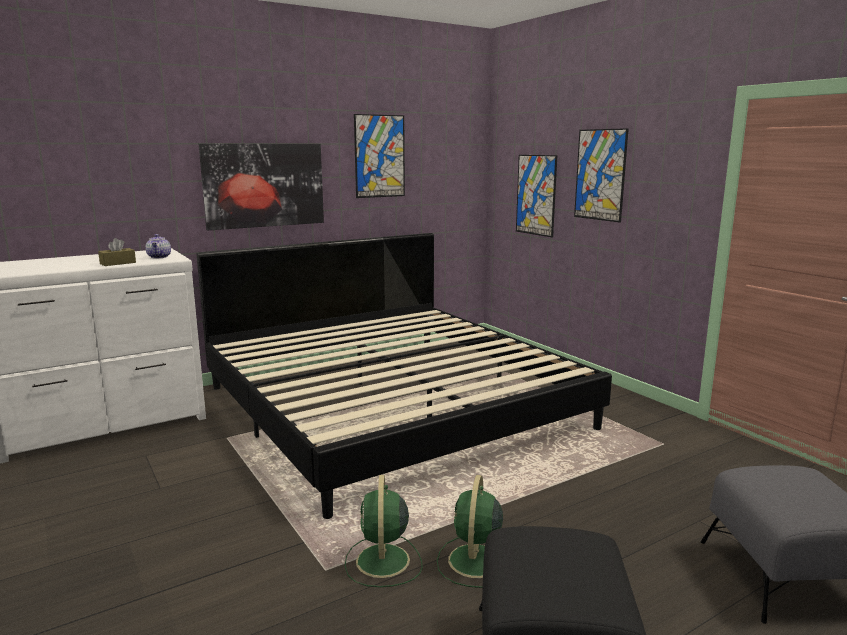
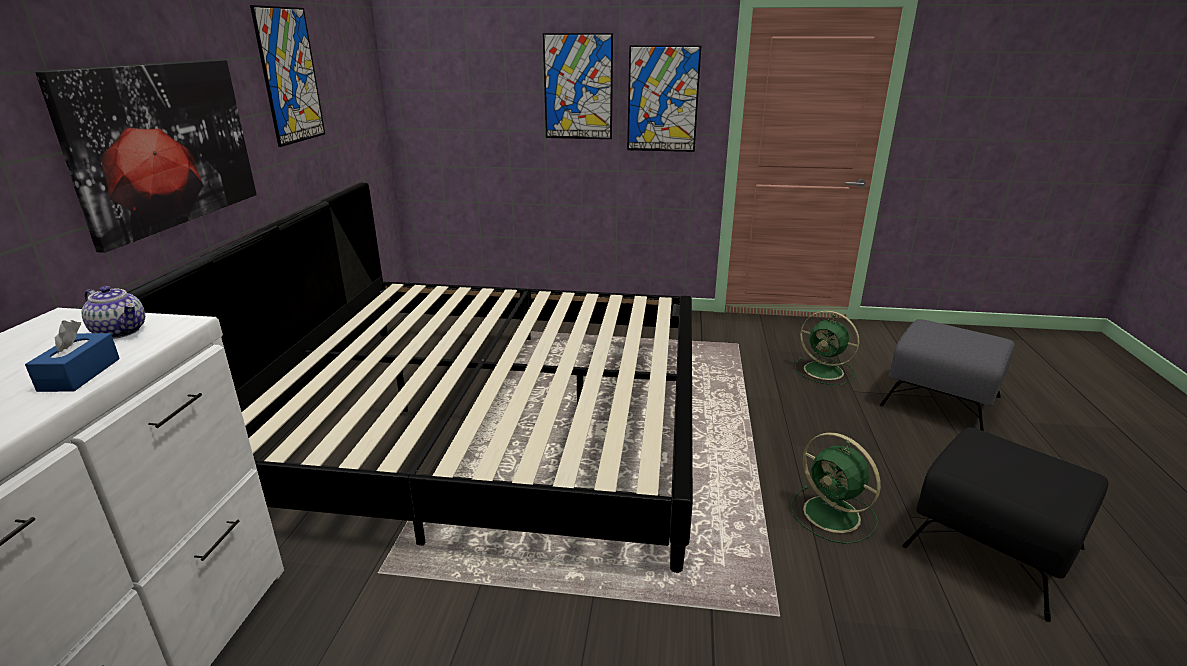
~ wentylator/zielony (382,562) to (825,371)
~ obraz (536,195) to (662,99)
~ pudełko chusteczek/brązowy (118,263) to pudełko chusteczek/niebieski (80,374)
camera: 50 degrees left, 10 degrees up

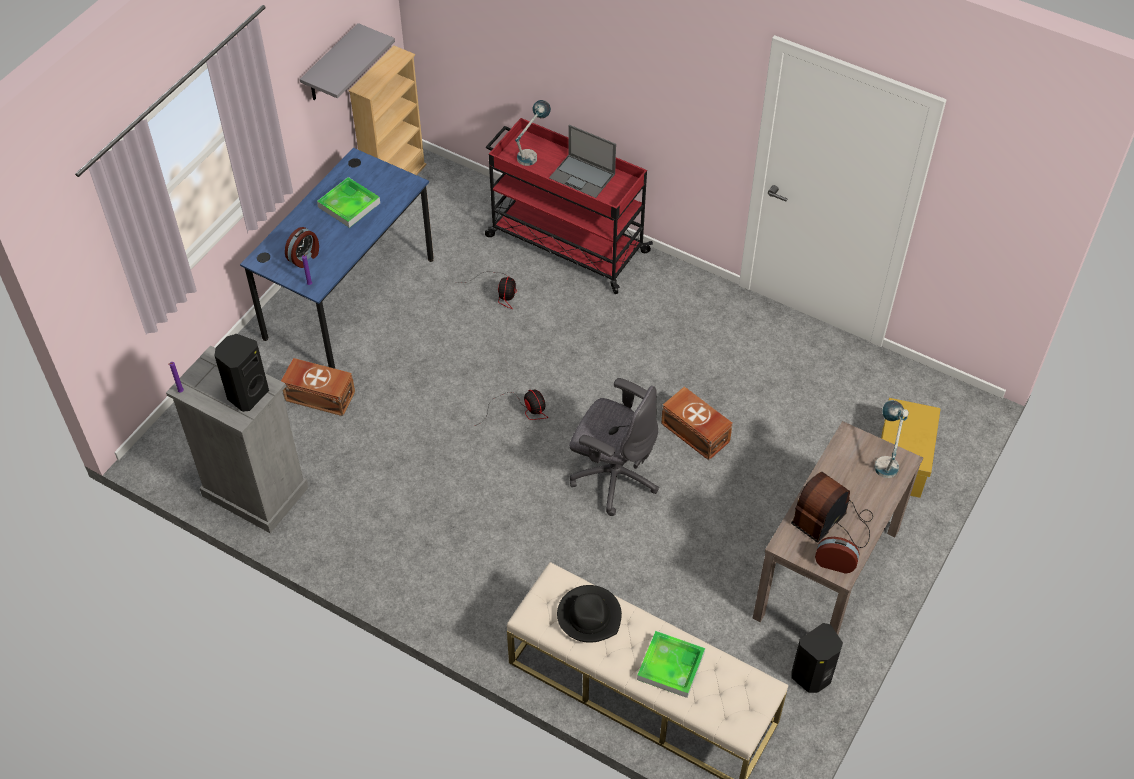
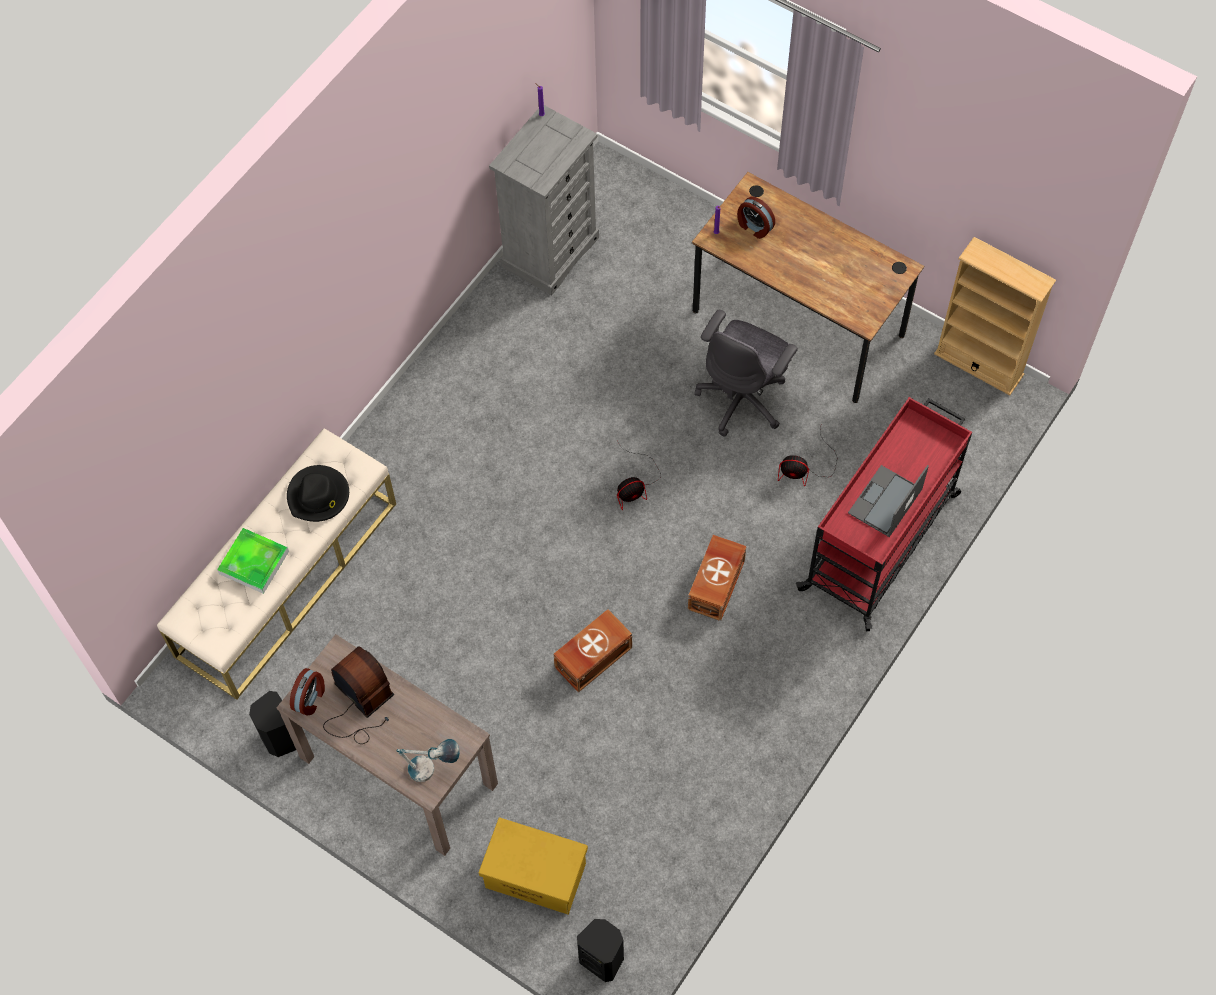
- półka/szary (331,65)
- taca (349,205)
- lampa stołowa (532,153)
~ głośnik/czarny (247,394) to (603,959)
~ pojemnik do przechowywania/brązowy (319,395) to (717,584)
~ krzesło biurowe/szary (613,476) to (743,398)
~ biurko/niebieski (349,298) to biurko/brązowy (798,323)
camera: 95 degrees right, 10 degrees up

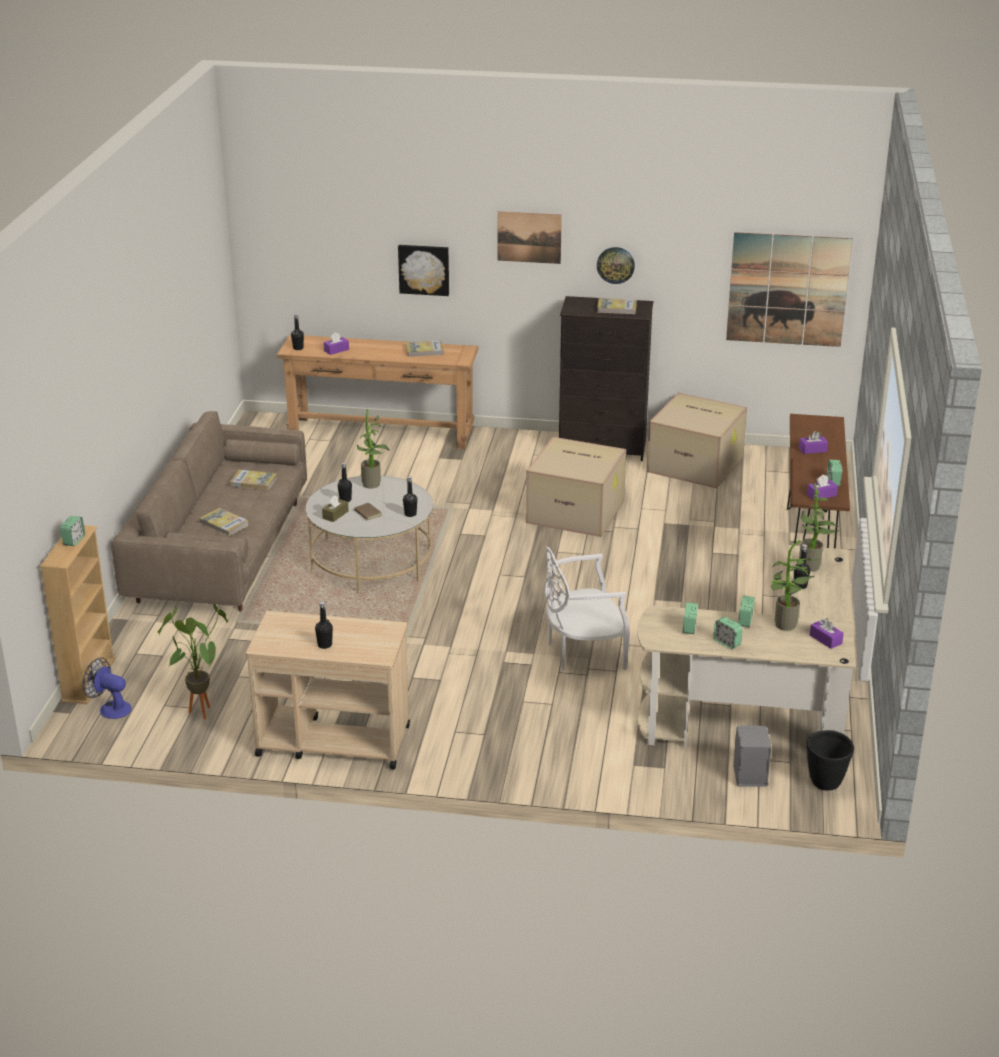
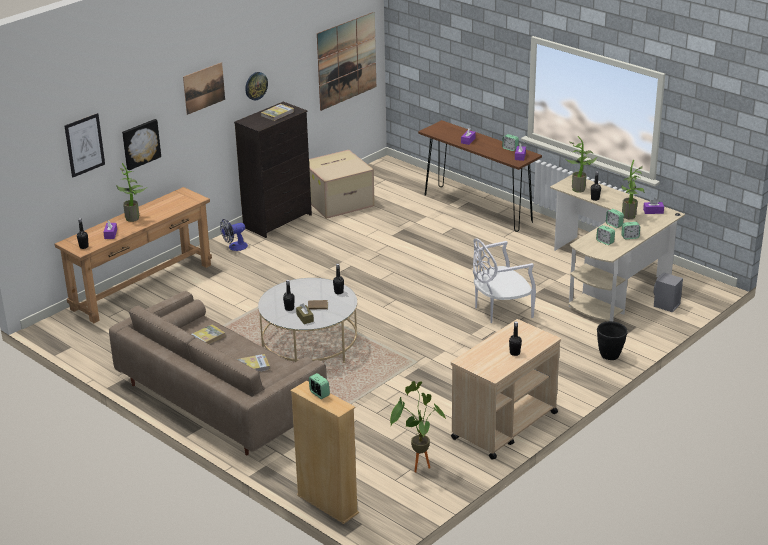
- książka (425,351)
- karton (577,511)
+ obraz (84,145)
~ wentylator (110,708) to (234,247)
~ roślina doniczkowa (374,484) to (134,218)
~ donica/czarny (825,783) to (610,356)
~ krzesło/biały (583,652) = (500,310) 45 degrees clockwise
camera: 55 degrees left, 0 degrees up

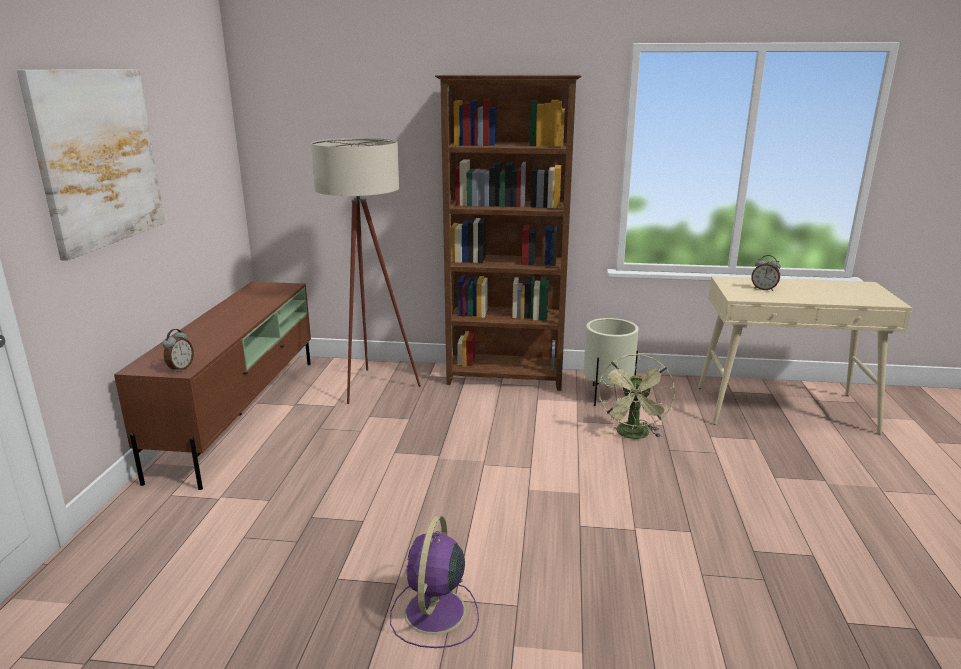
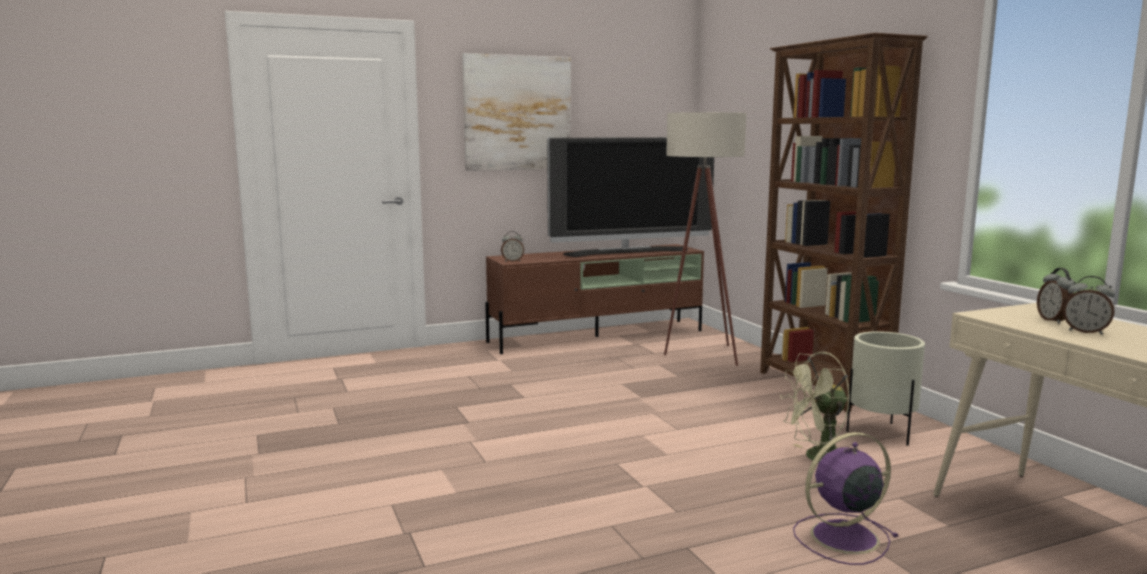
+ telewizor (628,252)
+ budzik (1085,332)
~ wentylator/fioletowy (434,613) to (841,538)
camera: 60 degrees right, 10 degrees down

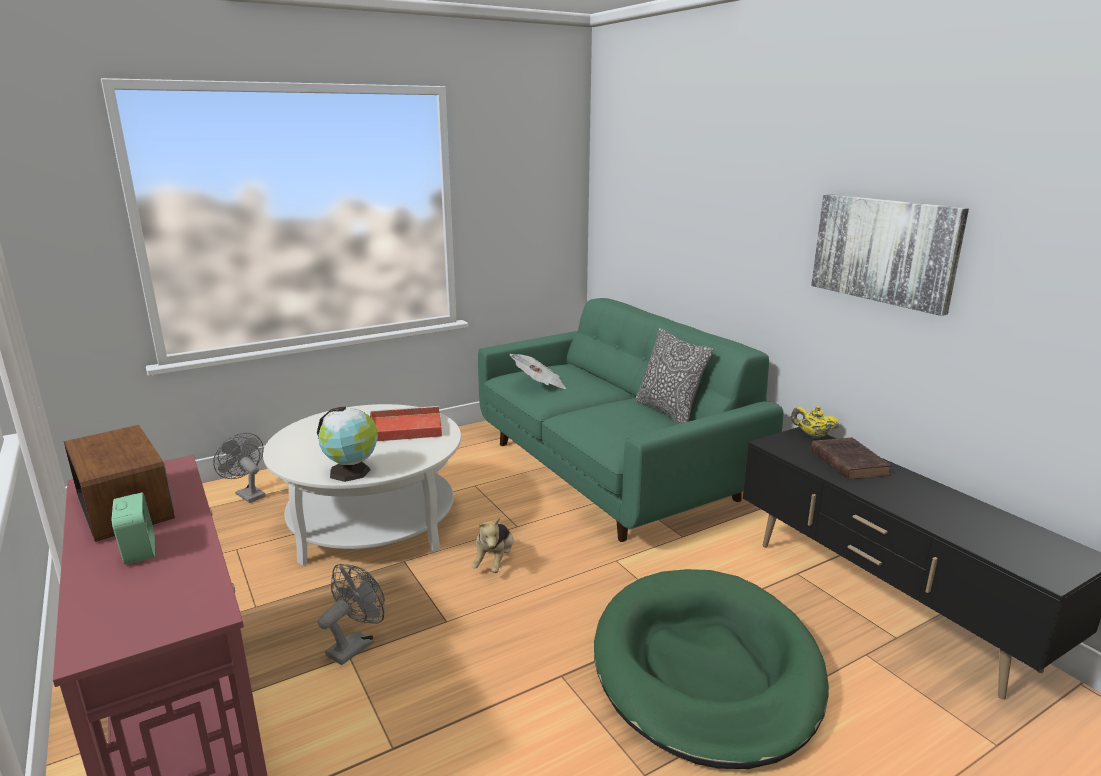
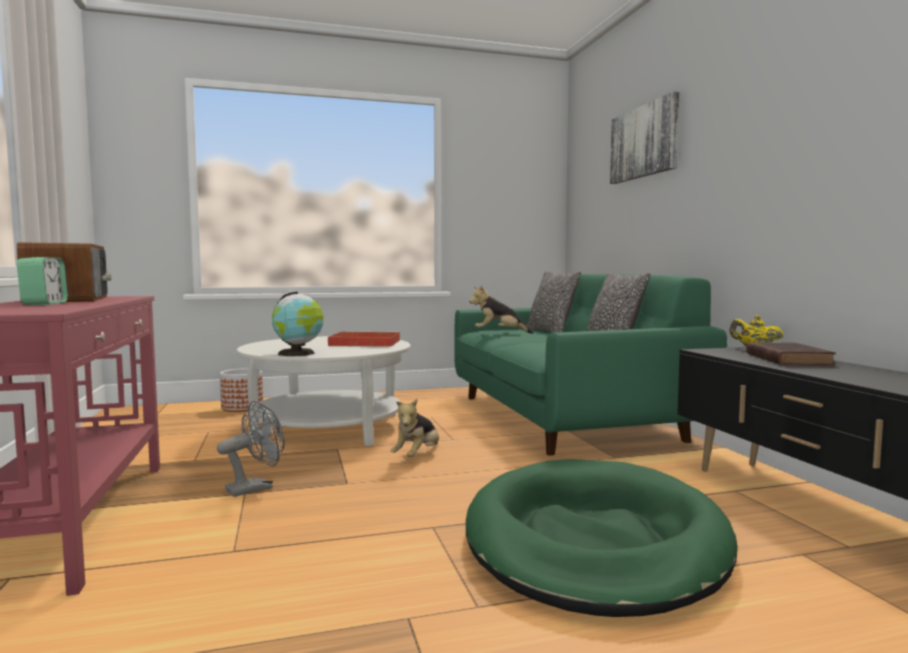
+ poduszka (551,332)
~ obraz (884,250) to (644,142)
~ wentylator/szary (247,494) to donica (242,407)
~ gazeta (539,385) to pluszak (499,333)
camera: 15 degrees right, 15 degrees down

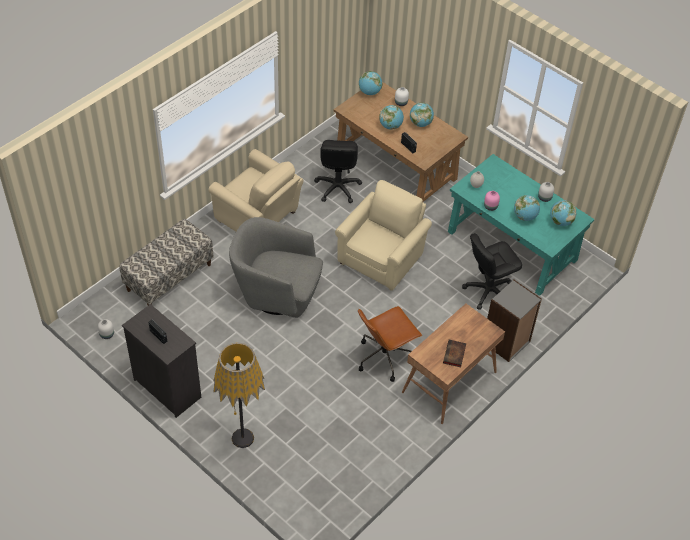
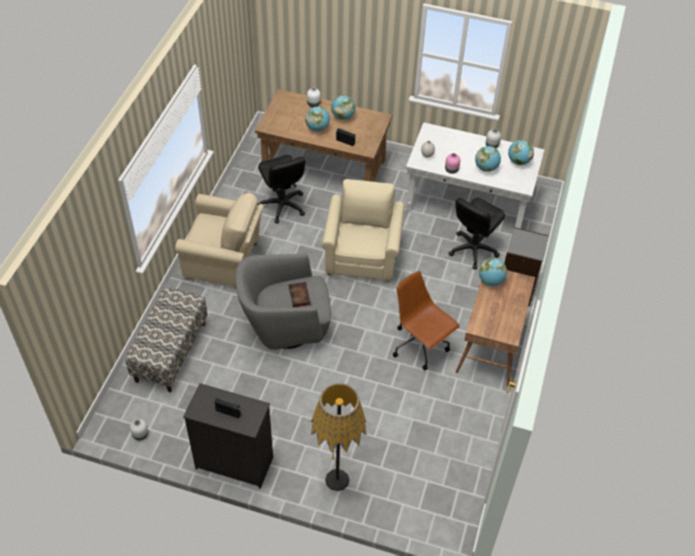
~ globus (370,92) to (491,281)
~ książka (454,355) to (300,296)
~ biurko/turkusowy (512,246) to biurko/biały (468,202)
~ krzesło biurowe/brązowy (384,357) = (420,346) 105 degrees clockwise
camera: 25 degrees left, 0 degrees up

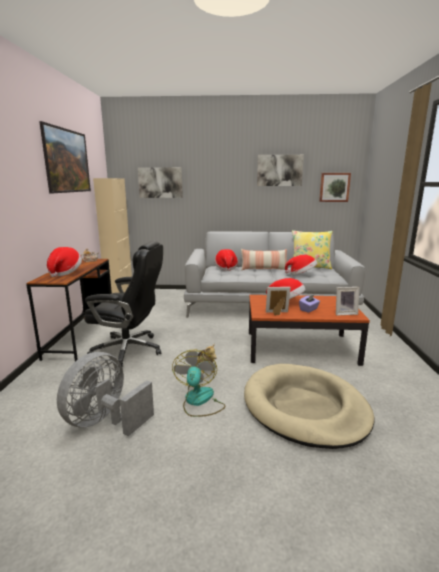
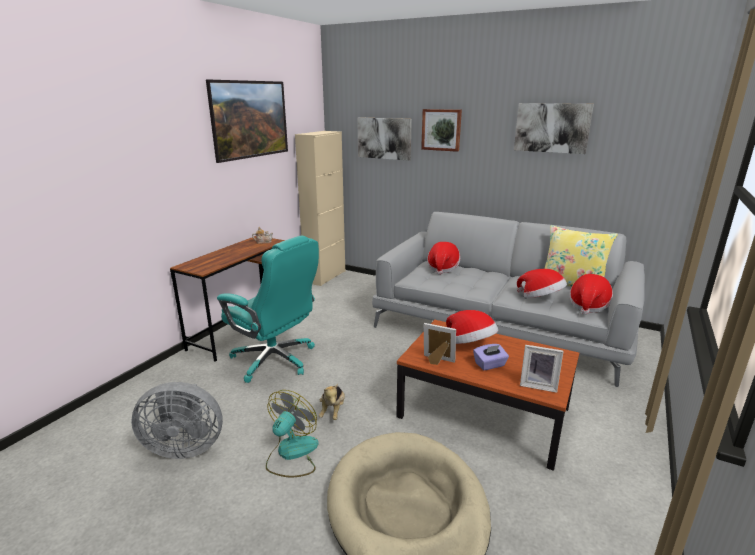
- poduszka (263,269)
~ kapelusz (64,272) to (588,305)
~ obraz (334,187) to (441,129)
~ krzesło biurowe/czarny (129,350) to krzesło biurowe/turkusowy (275,360)
~ wentylator/szary (105,421) = (184,447) 150 degrees counterclockwise
camera: 25 degrees right, 5 degrees up

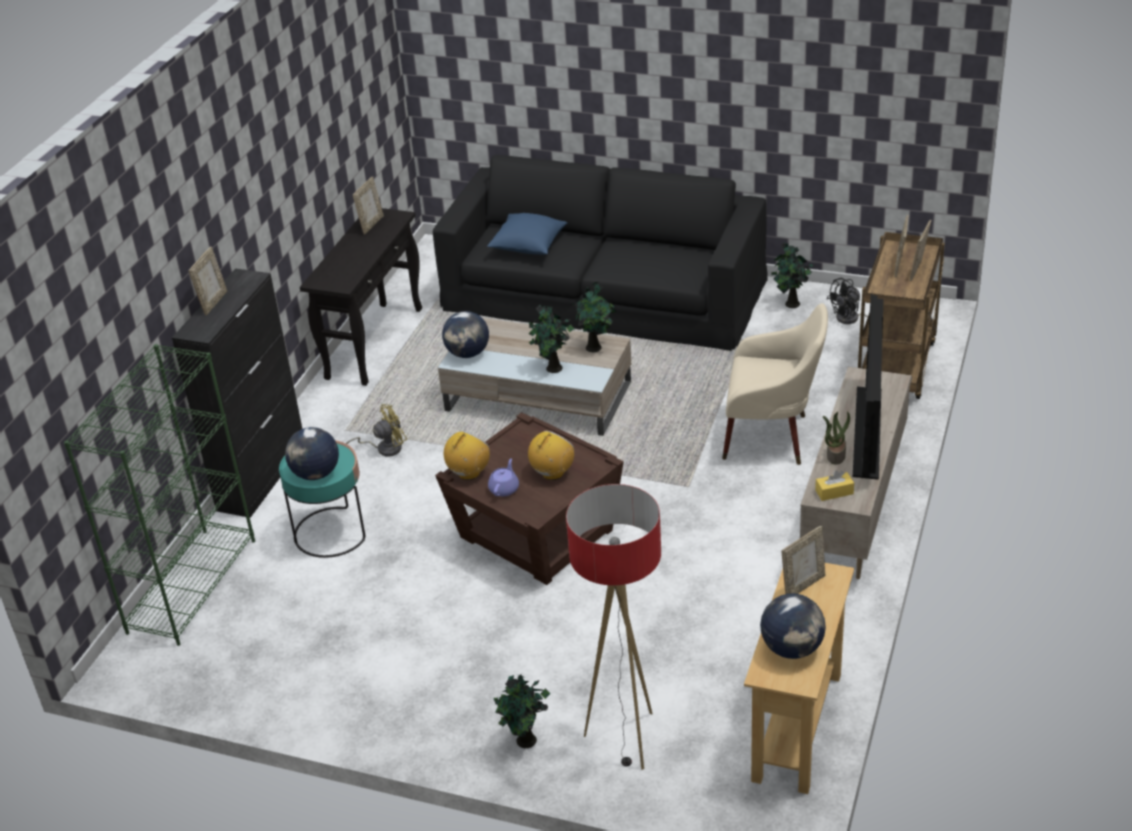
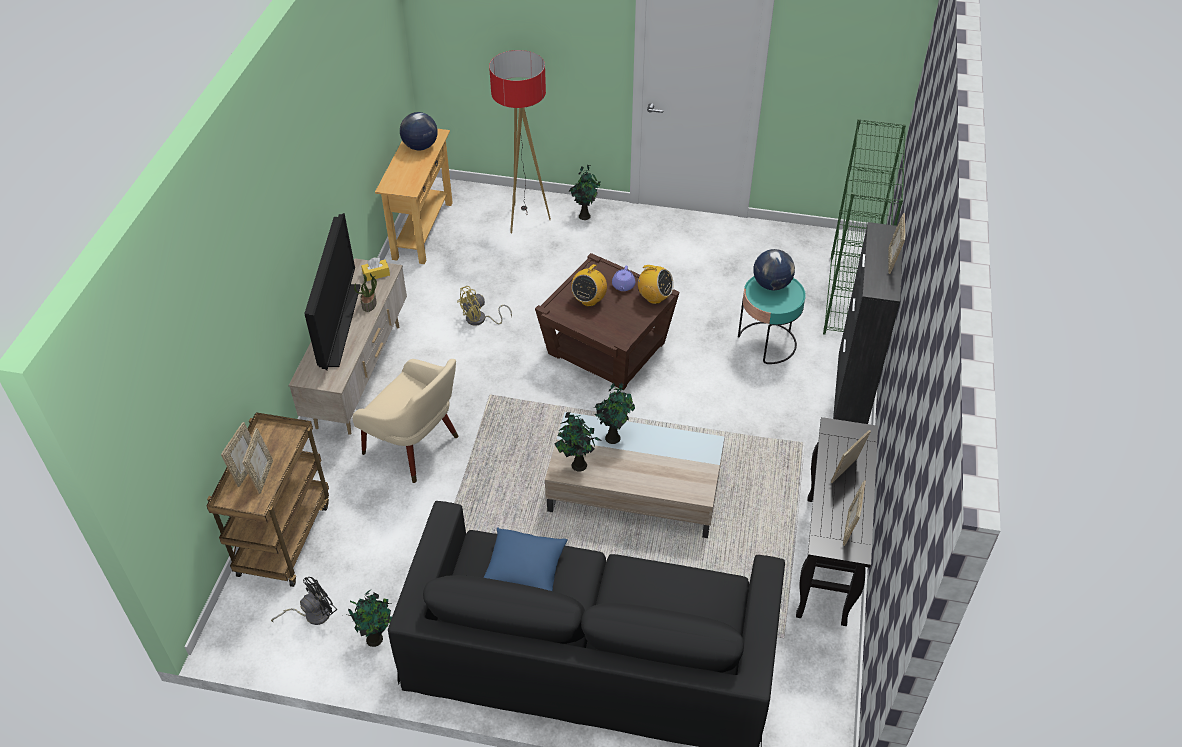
- globus (467,354)
~ wentylator/żółty (384,448) to (480,320)
~ poduszka/niebieski (528,246) to (524,571)
~ ramka na zdjęcie (803,585) to (846,472)
~ radio (469,473) = (654,298) 90 degrees counterclockwise
~ fotel/beżowy (772,437) = (416,448) 150 degrees counterclockwise
camera: 170 degrees right, 10 degrees up

